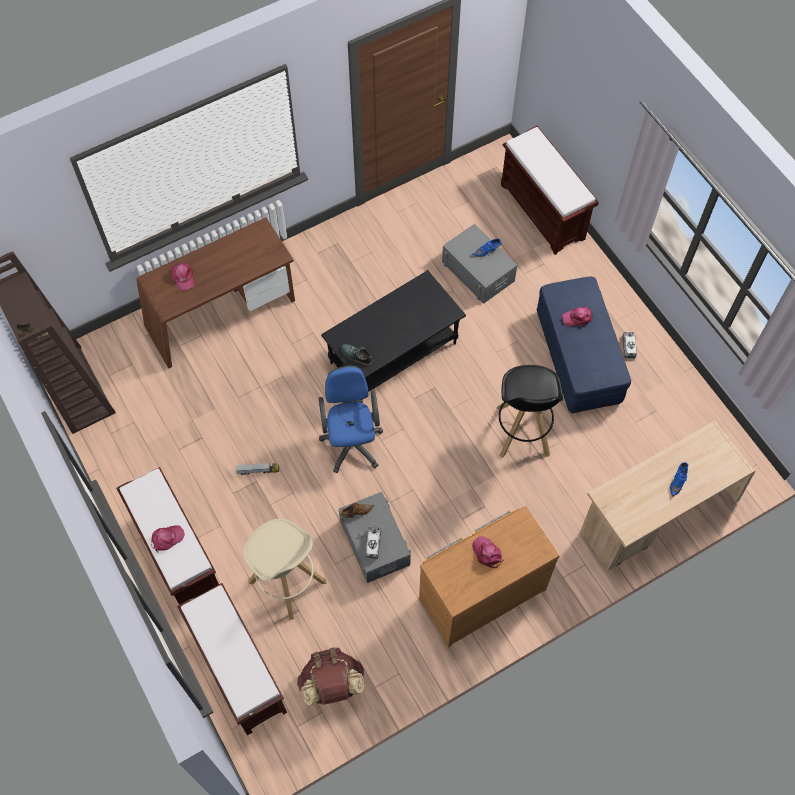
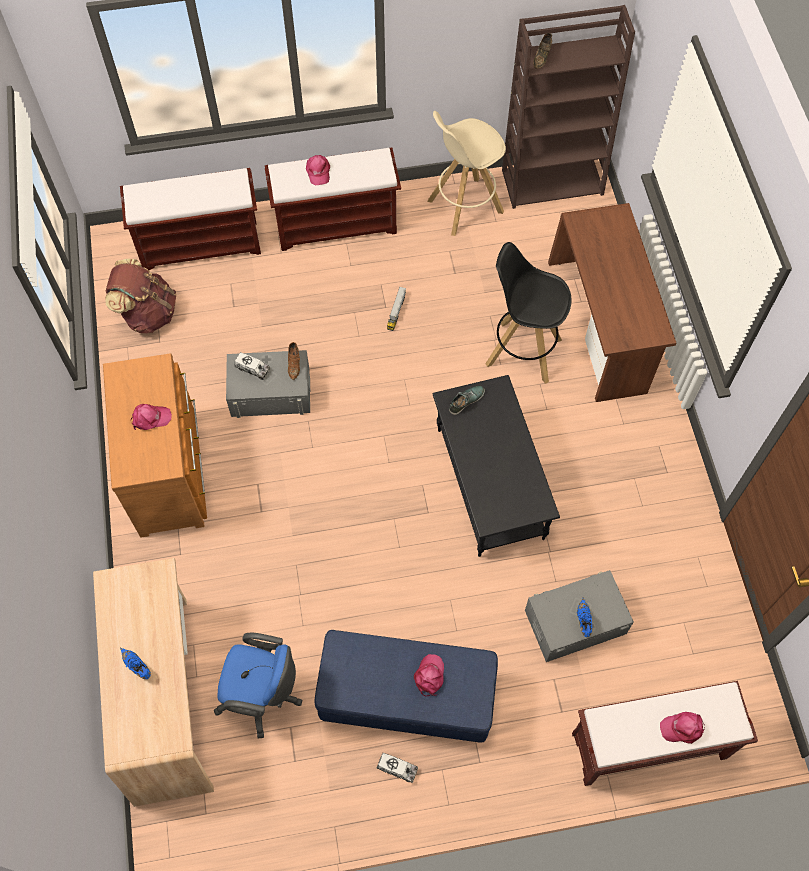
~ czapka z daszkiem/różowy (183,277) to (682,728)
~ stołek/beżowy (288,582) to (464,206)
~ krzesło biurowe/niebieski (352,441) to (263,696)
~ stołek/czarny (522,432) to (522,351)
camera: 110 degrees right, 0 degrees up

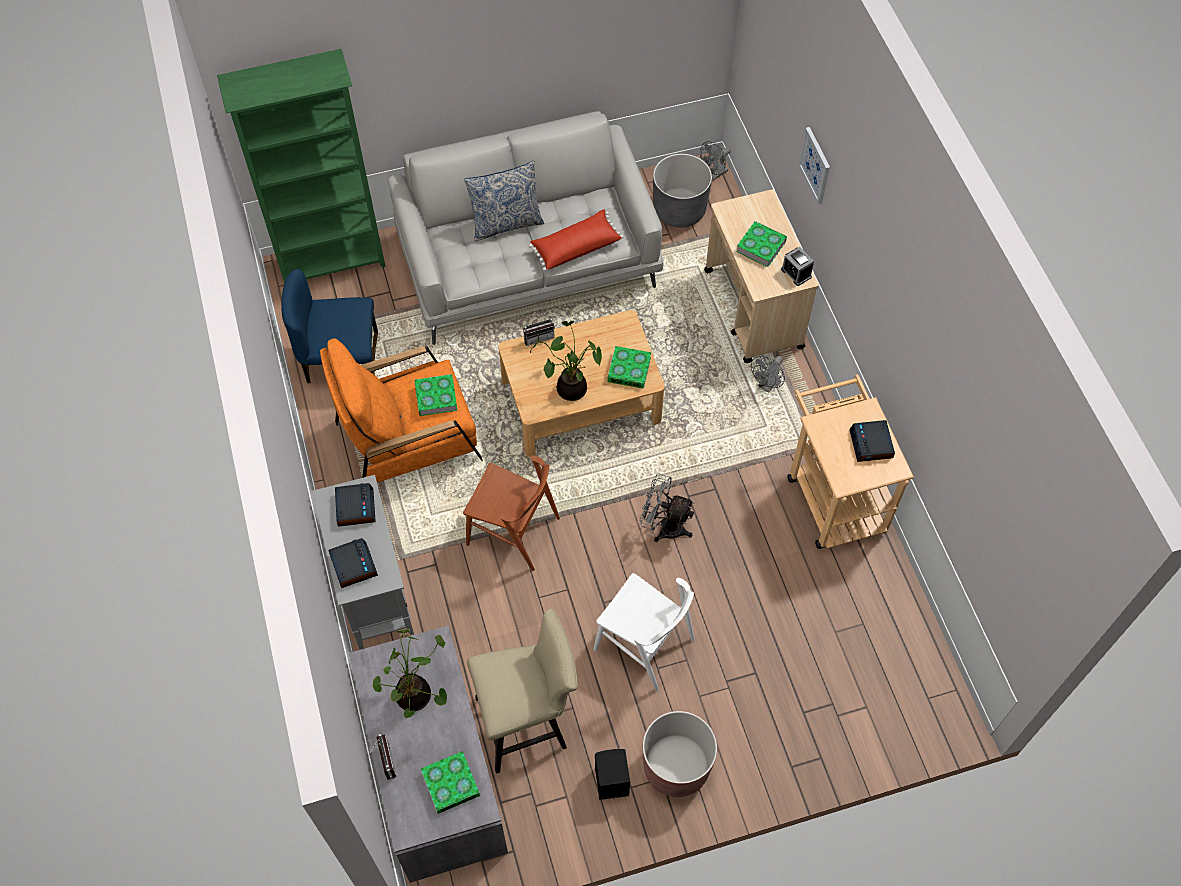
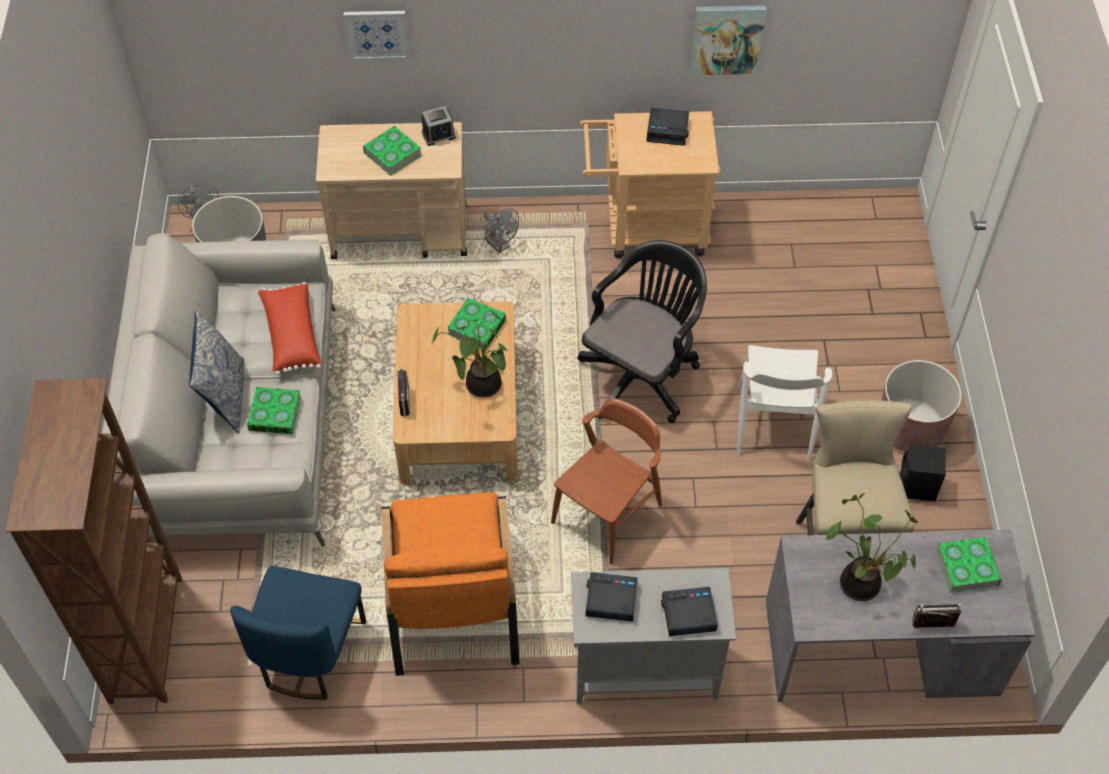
+ obraz (727,38)
~ książka (436,397) to (275,414)
~ wentylator/szary (664,526) to krzesło biurowe/czarny (642,374)
~ regał/zielony (333,263) to regał/brązowy (148,638)
~ krzesło/biały (644,645) = (773,424) 135 degrees clockwise
camera: 75 degrees left, 5 degrees down

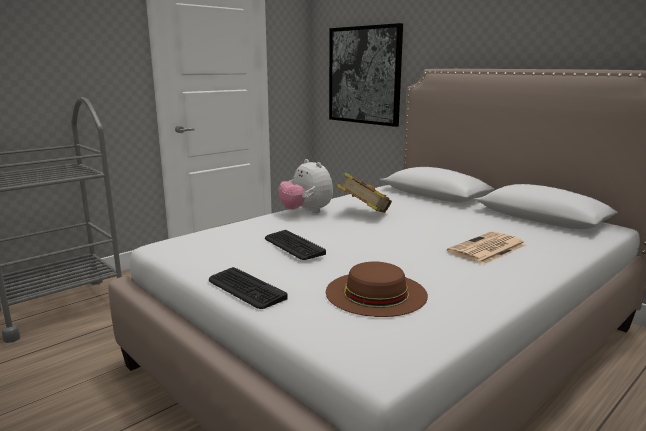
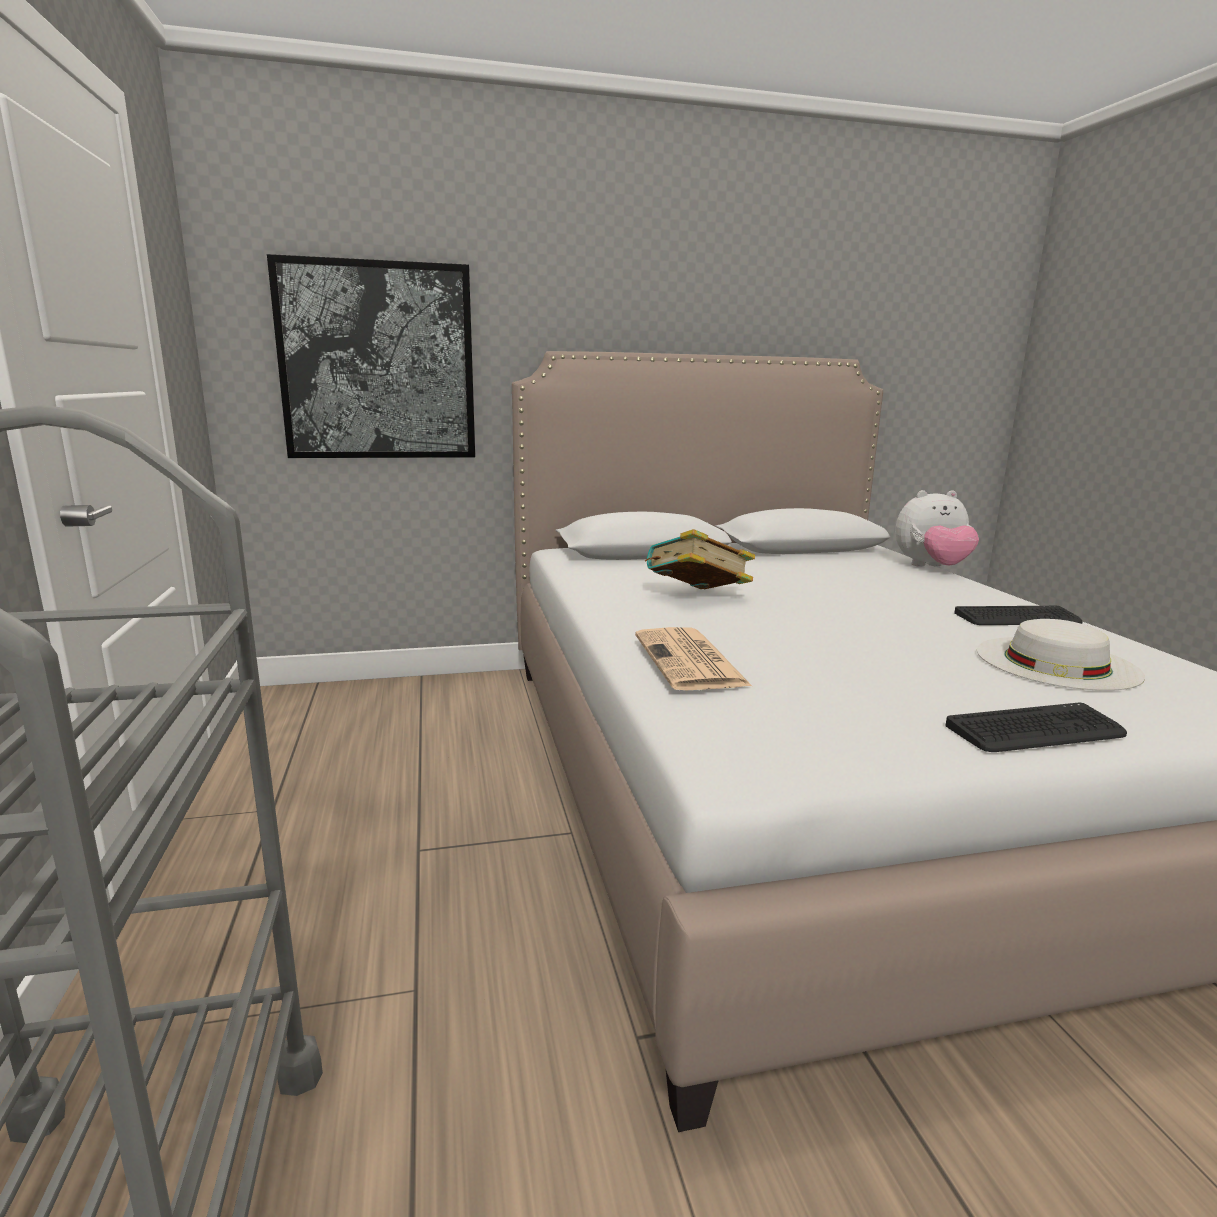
~ klawiatura (293,246) to (1017,618)
~ pluszak (306,212) to (931,567)
~ gazeta (487,249) to (691,661)
~ kapelusz/brązowy (376,293) to kapelusz/biały (1056,662)
camera: 60 degrees left, 0 degrees up

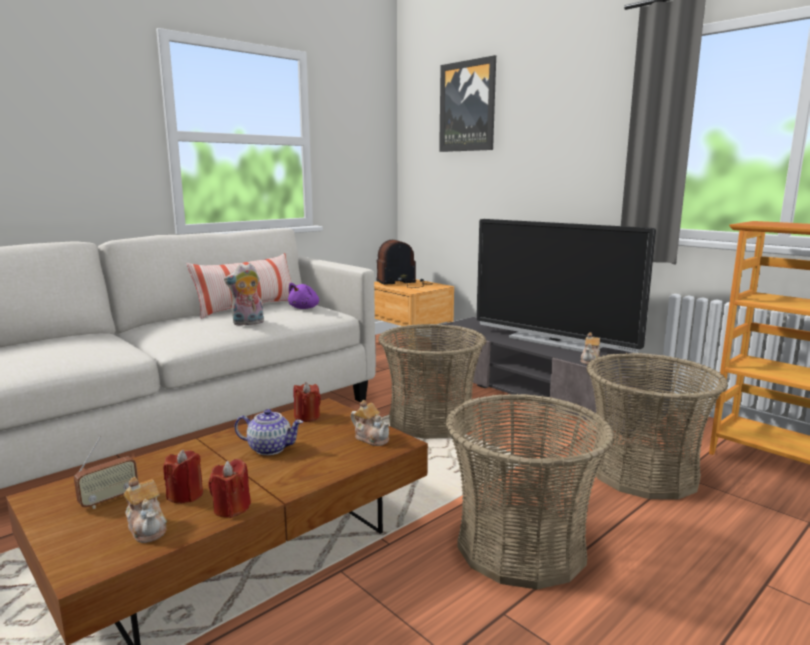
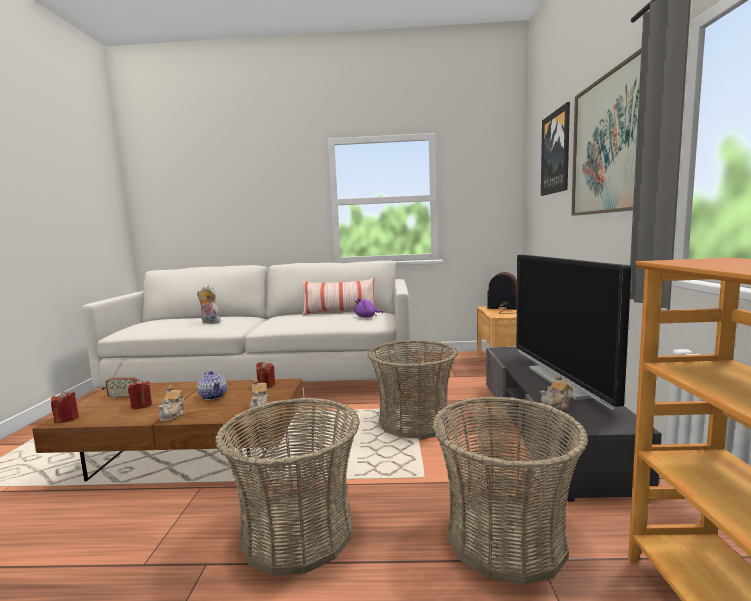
+ obraz (608,145)
~ imbryk (147,528) to (173,415)
~ świeca/czerwony (231,508) to (67,419)
~ pluszak (247,323) to (209,322)
camera: 45 degrees right, 5 degrees down

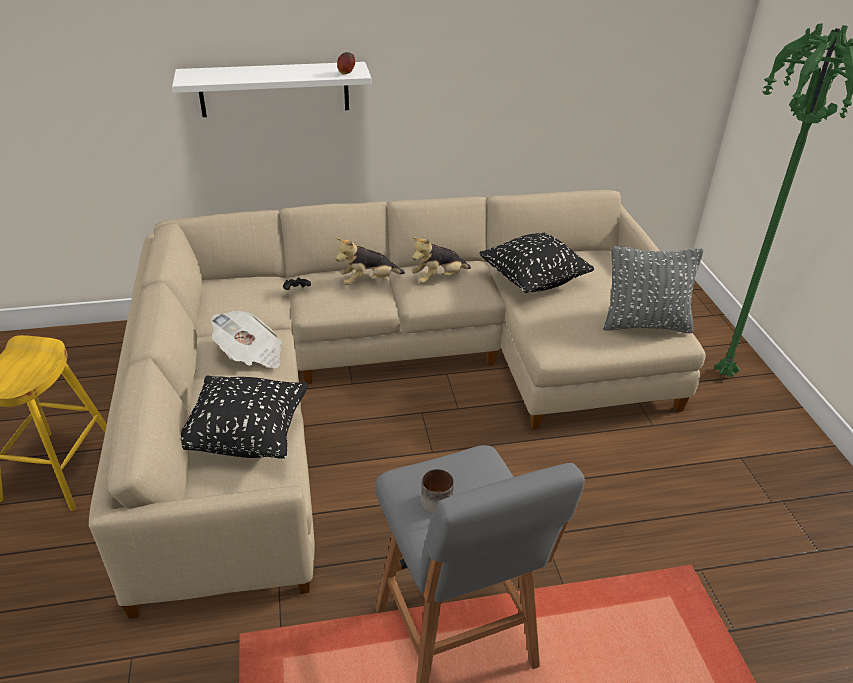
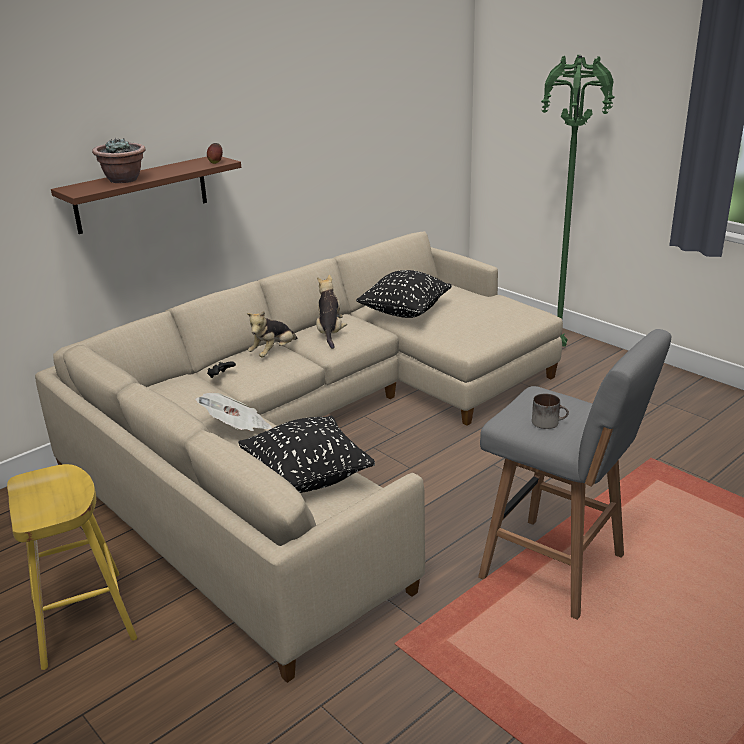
- poduszka/szary (645,324)
+ roślina doniczkowa (124,180)
~ półka/biały (274,89) to półka/brązowy (141,194)
~ pluszak (438,279) = (330,333) 150 degrees clockwise
camera: 30 degrees left, 10 degrees down

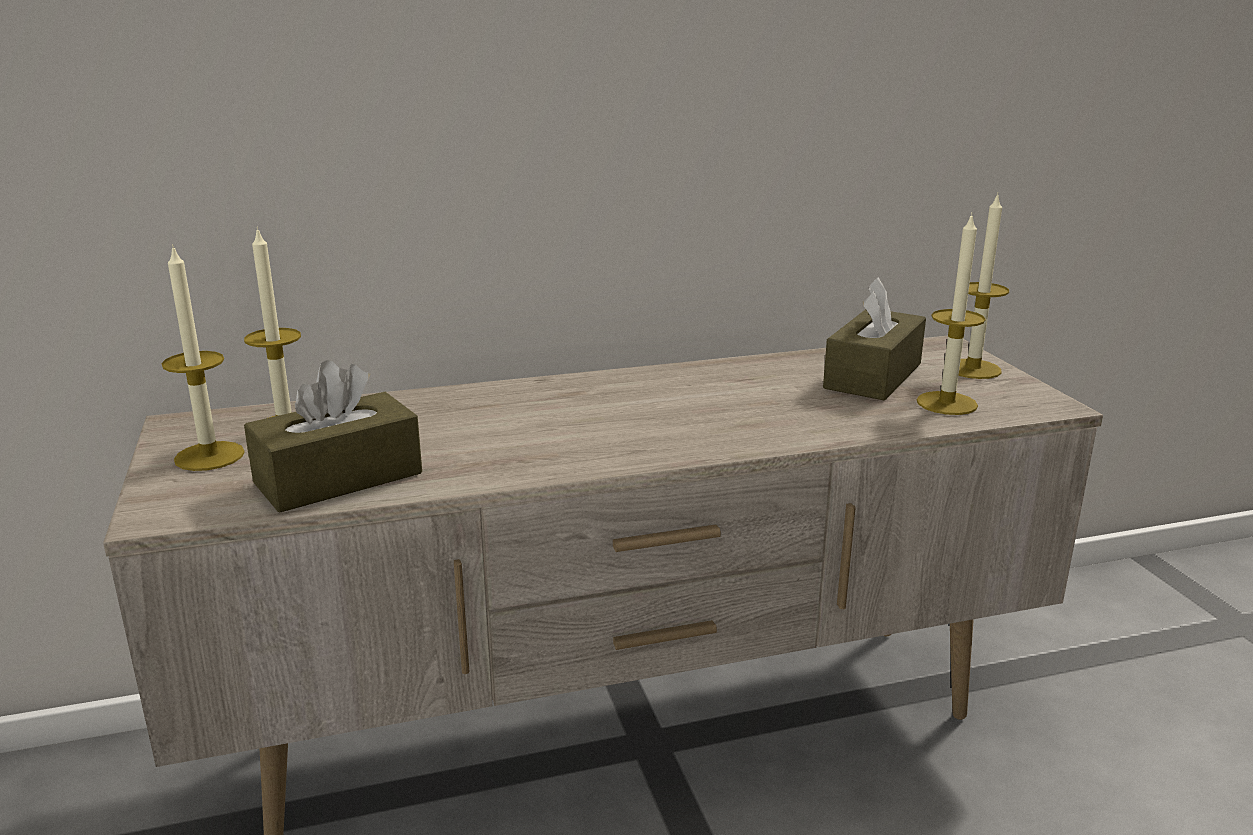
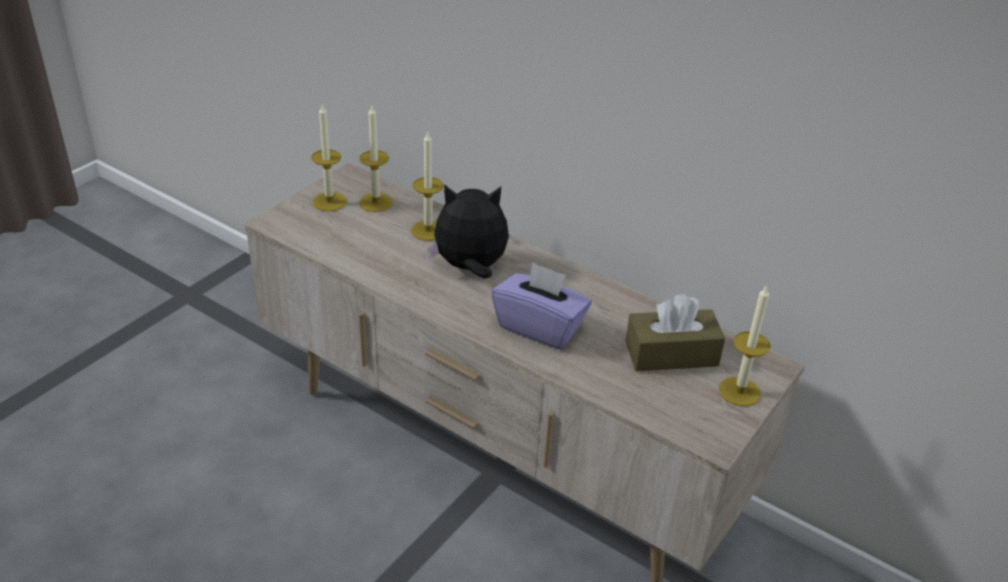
- pudełko chusteczek/brązowy (338,478)
+ pluszak (470,268)
+ pudełko chusteczek/fioletowy (540,327)
~ świeca (946,403) to (428,230)
camera: 50 degrees right, 15 degrees up

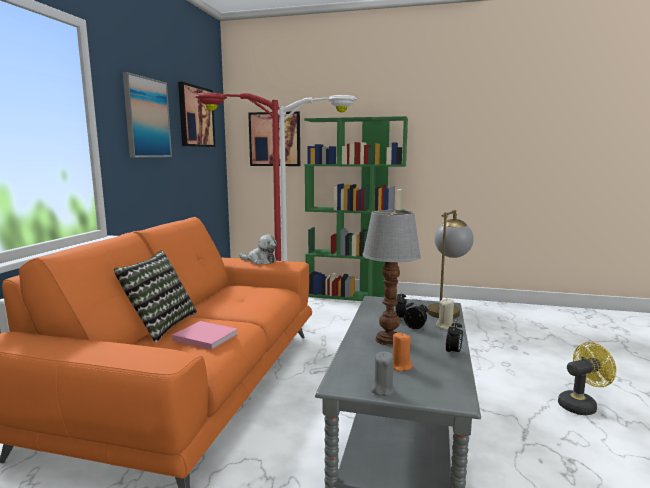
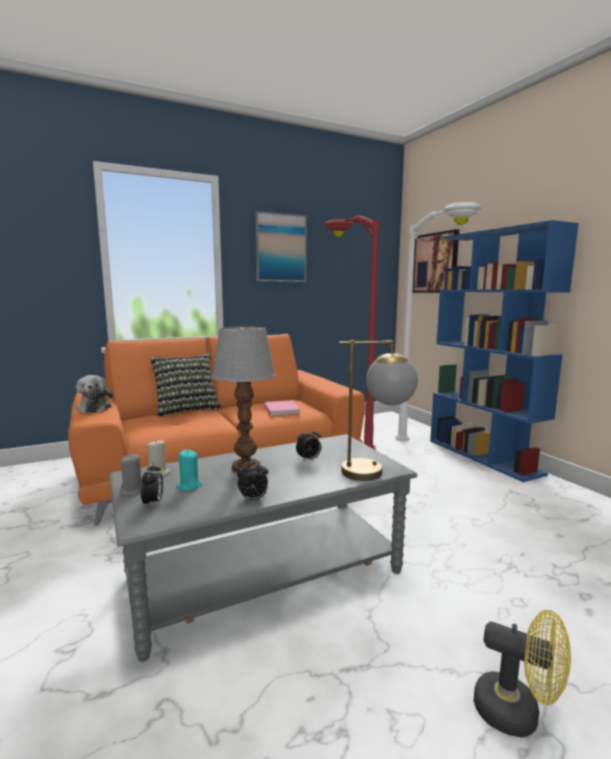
- obraz (196,116)
~ książka/różowy (204,337) to (281,409)
~ pluszak (260,261) to (94,407)
~ budzik (415,328) to (153,503)
~ świeca/beżowy (445,326) to (158,473)
~ regał/zielony (354,296) to regał/niebieski (484,456)
~ świeca/pomarańczowy (400,366) to świeca/turkusowy (189,486)
camera: 50 degrees right, 0 degrees up

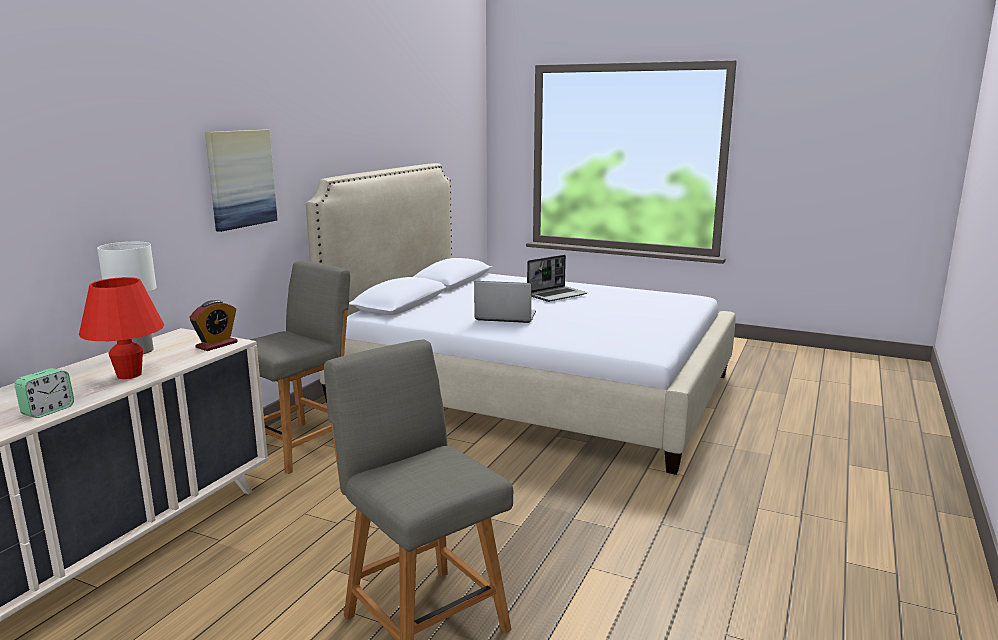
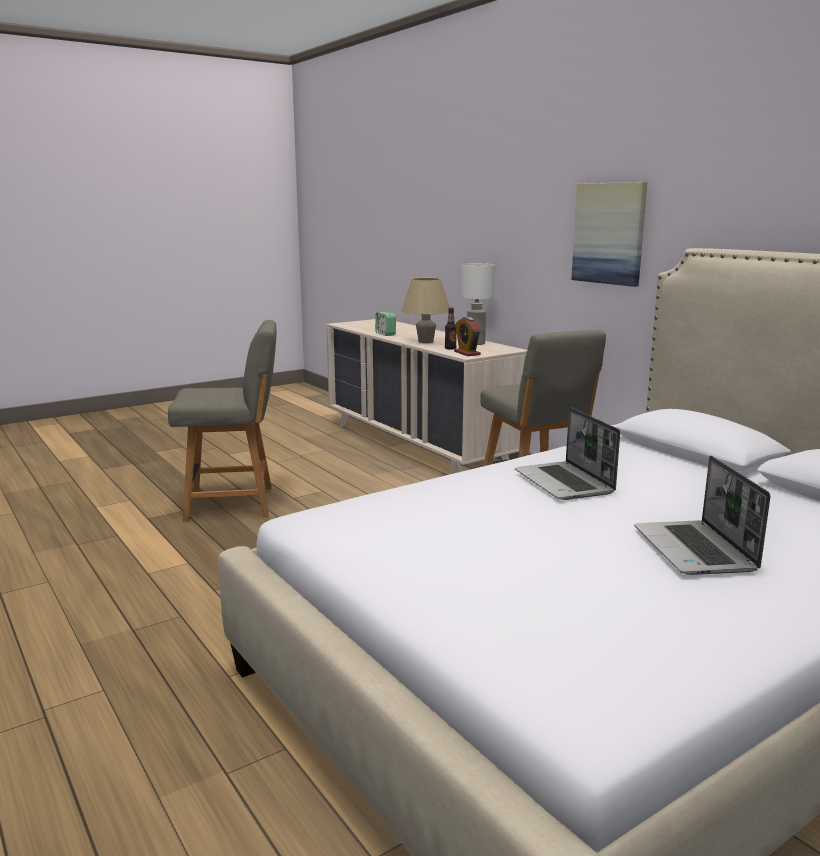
+ butelka (450,348)
~ lampa stołowa/czerwony (129,375) to lampa stołowa/beżowy (425,342)
~ laptop (504,317) = (565,483) 120 degrees clockwise
camera: 120 degrees right, 0 degrees up

